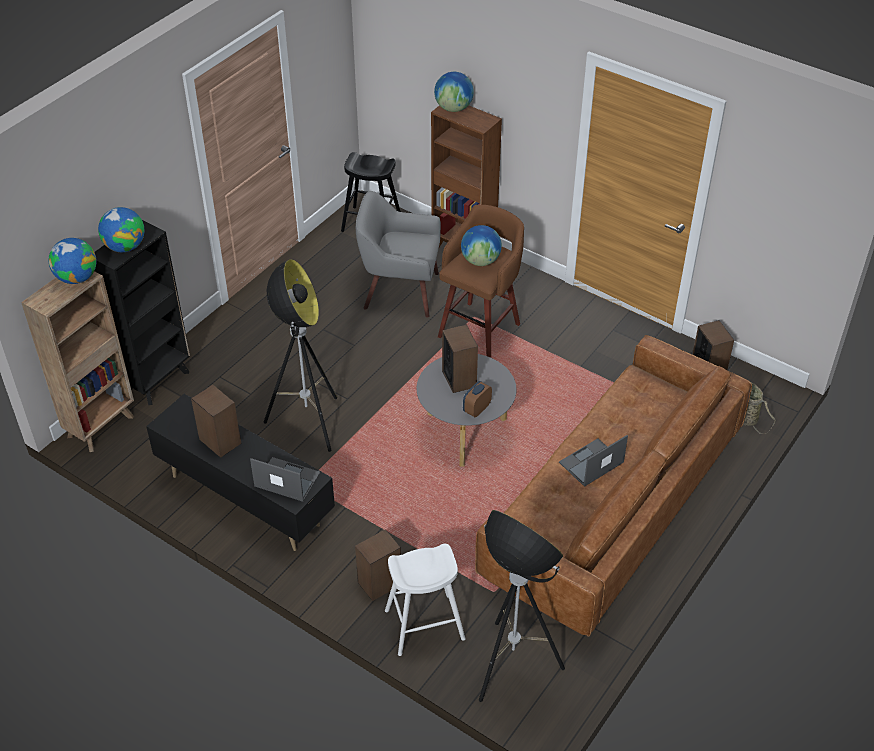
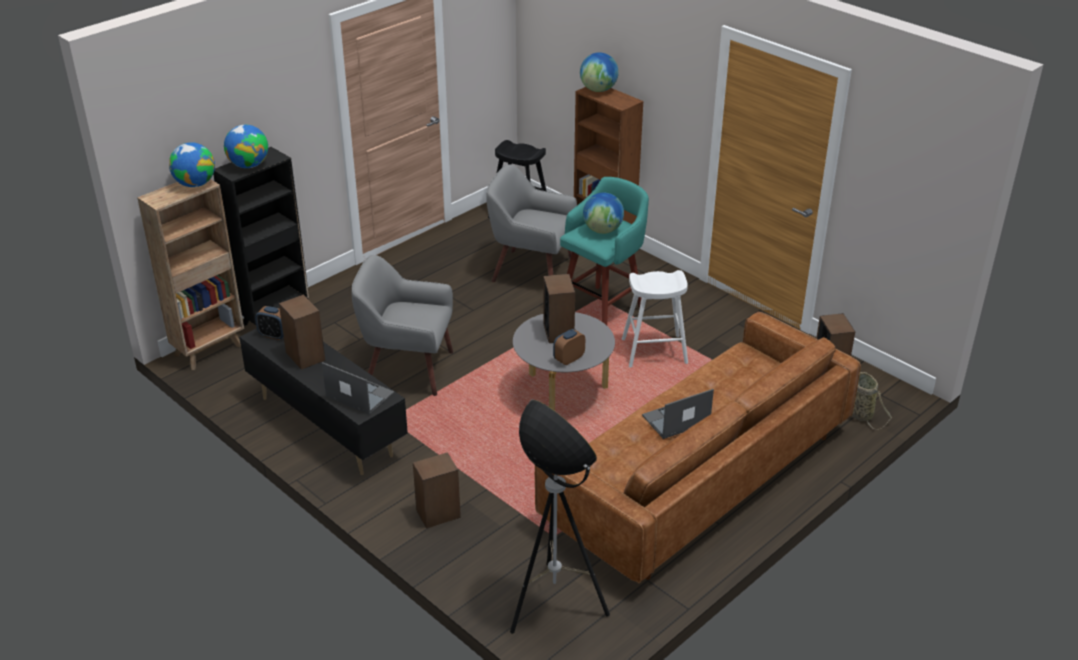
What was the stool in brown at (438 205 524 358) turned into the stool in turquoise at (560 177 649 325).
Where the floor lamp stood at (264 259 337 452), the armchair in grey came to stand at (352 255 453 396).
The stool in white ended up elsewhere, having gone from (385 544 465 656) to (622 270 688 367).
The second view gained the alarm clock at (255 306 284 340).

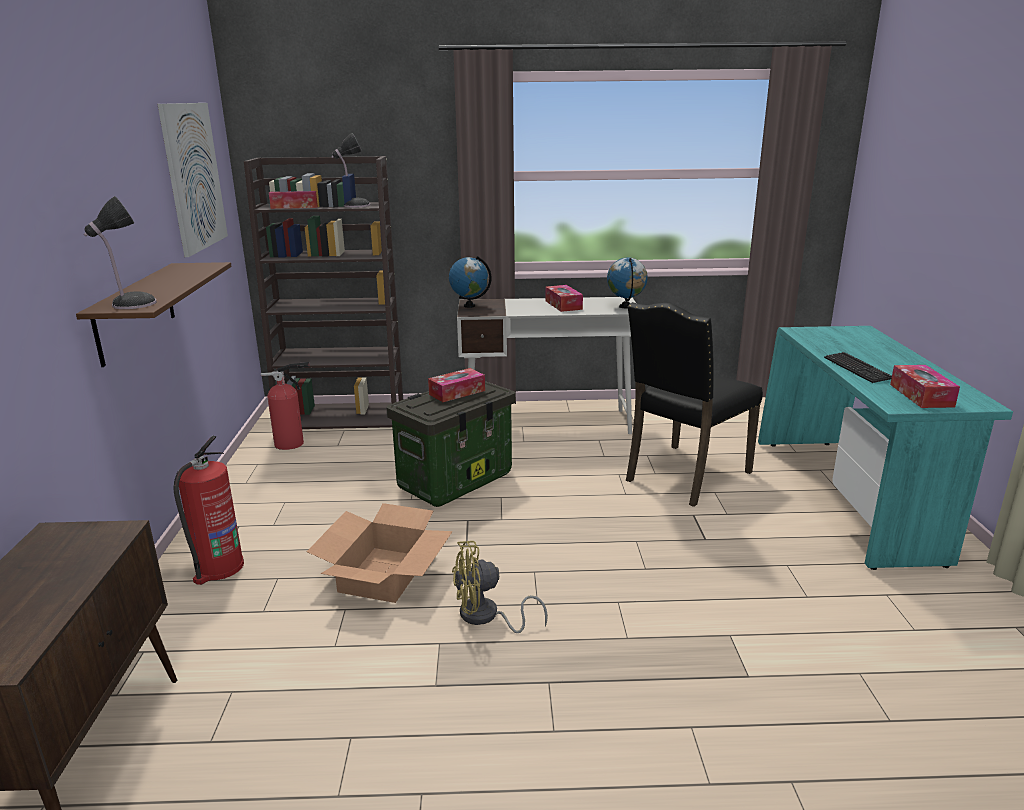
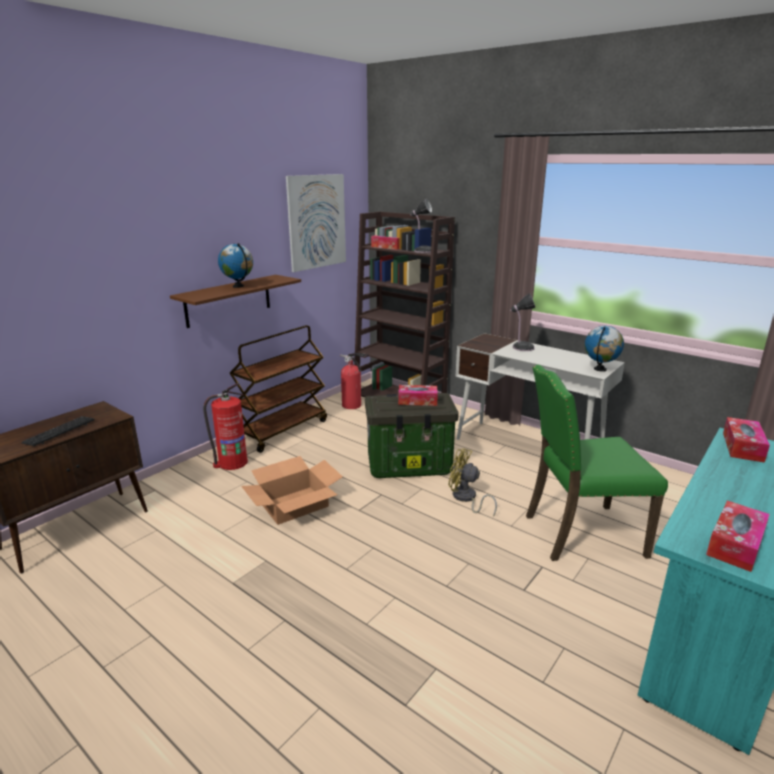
The table lamp ended up elsewhere, having gone from (84 196 157 309) to (510 293 535 351).
The globe ended up elsewhere, having gone from (449 256 491 308) to (218 243 253 288).
The tissue box ended up elsewhere, having gone from (545 285 583 312) to (723 417 770 463).
What was the chair in black at (626 302 763 507) turned into the chair in green at (526 365 668 561).
The keyboard ended up elsewhere, having gone from (824 352 892 383) to (21 416 94 446).
The fan in yellow ended up elsewhere, having gone from (452 541 548 633) to (449 448 497 517).
The second view gained the cart in brown at (230 325 327 453).

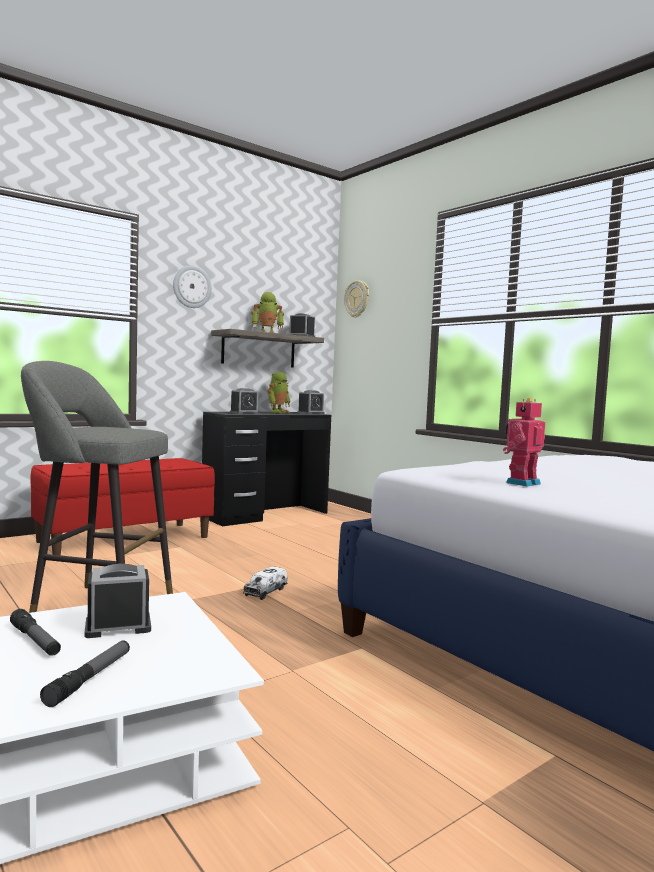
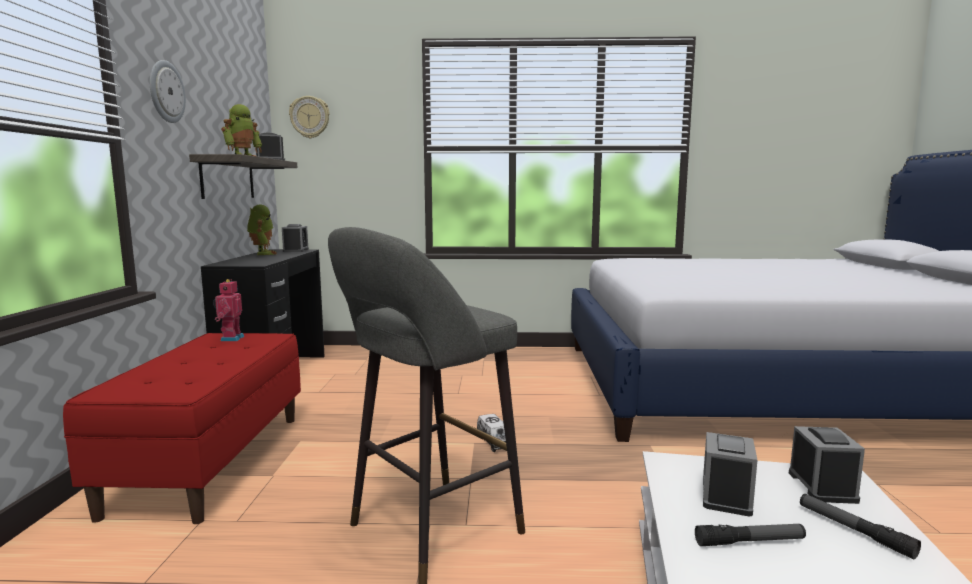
The alarm clock ended up elsewhere, having gone from (230 388 259 414) to (789 426 865 504).
The toy robot ended up elsewhere, having gone from (503 398 545 487) to (213 279 244 341).

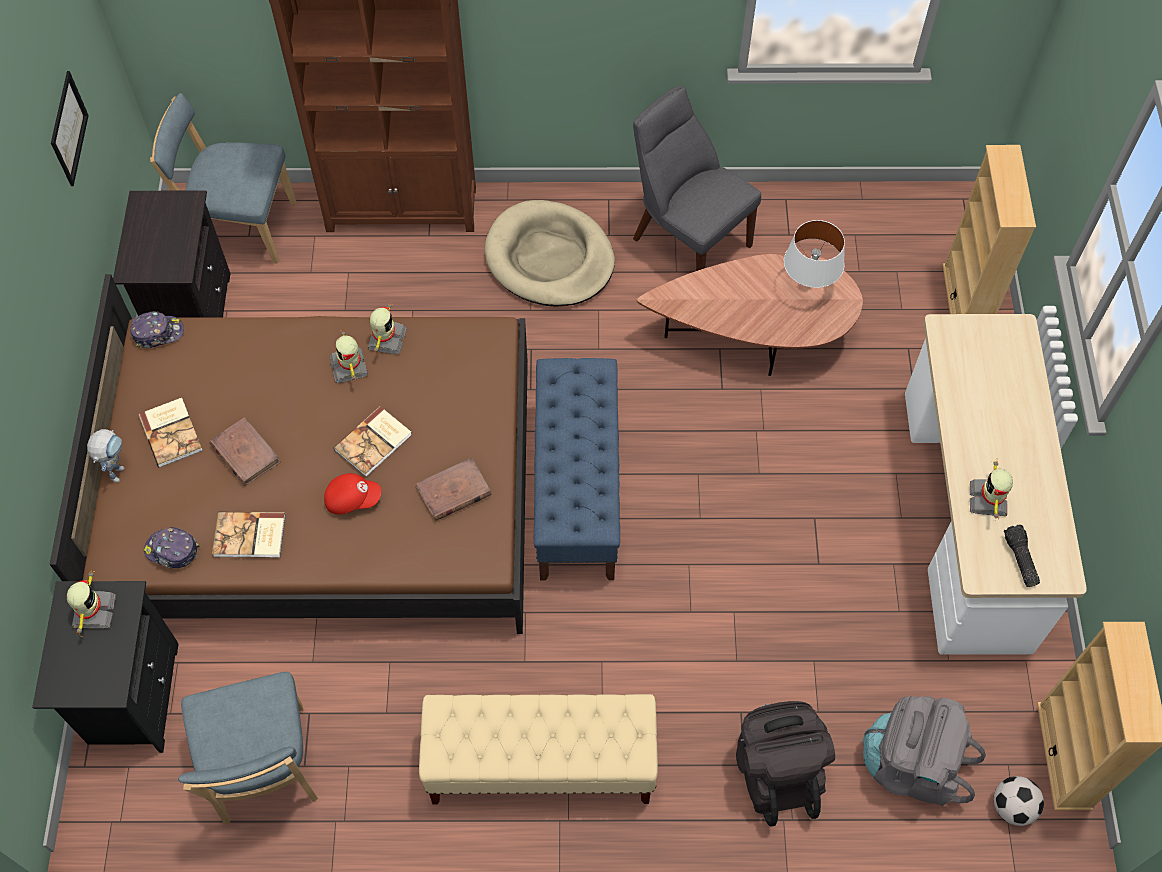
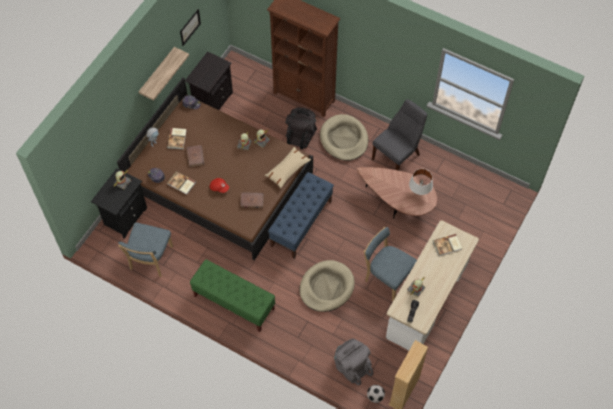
The chair in grey at (633 85 762 271) ended up facing another way, 60 degrees clockwise from before.
The chair in blue ended up elsewhere, having gone from (150 93 296 264) to (364 227 417 301).
The second view lost the bookcase in beige at (943 145 1036 314).
The book ended up elsewhere, having gone from (334 406 412 477) to (433 234 462 256).
What was the bench in beige at (419 694 658 804) turned into the bench in green at (190 259 275 332).
The backpack in black ended up elsewhere, having gone from (736 701 835 827) to (286 107 317 149).
The second view gained the shelf at (138 47 189 101).
The second view gained the pillow in beige at (265 147 311 189).
The second view gained the dog bed in beige at (299 260 355 312).

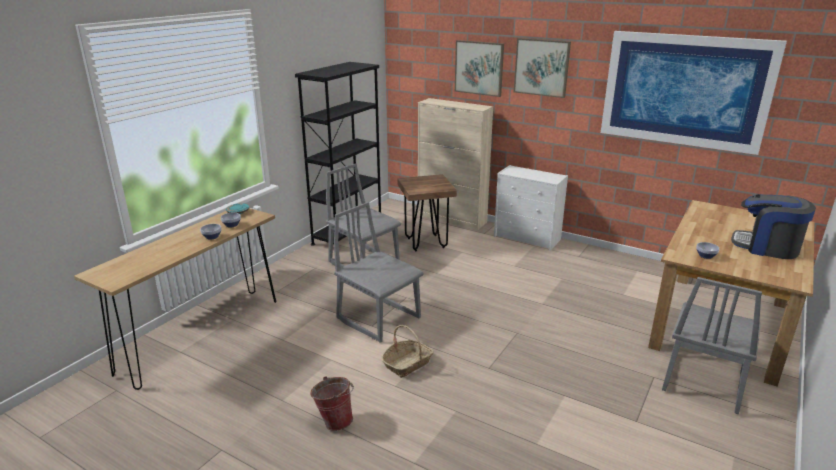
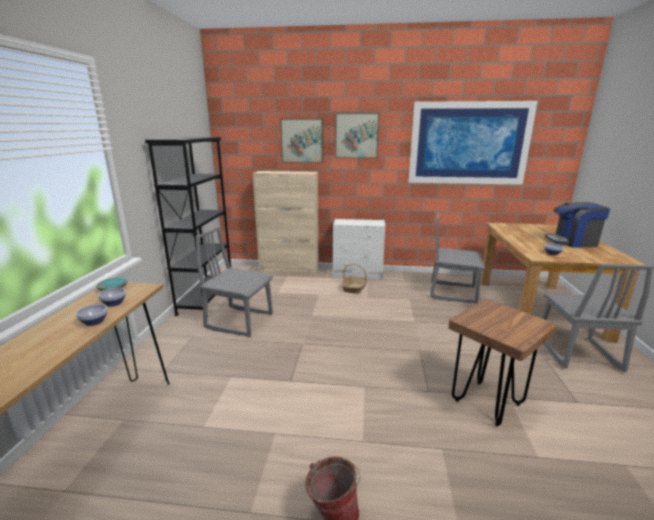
The stool in brown ended up elsewhere, having gone from (398 174 457 251) to (448 299 557 426).
The chair in grey ended up elsewhere, having gone from (334 202 423 343) to (430 212 485 304).
The basket ended up elsewhere, having gone from (381 325 434 378) to (341 264 368 294).

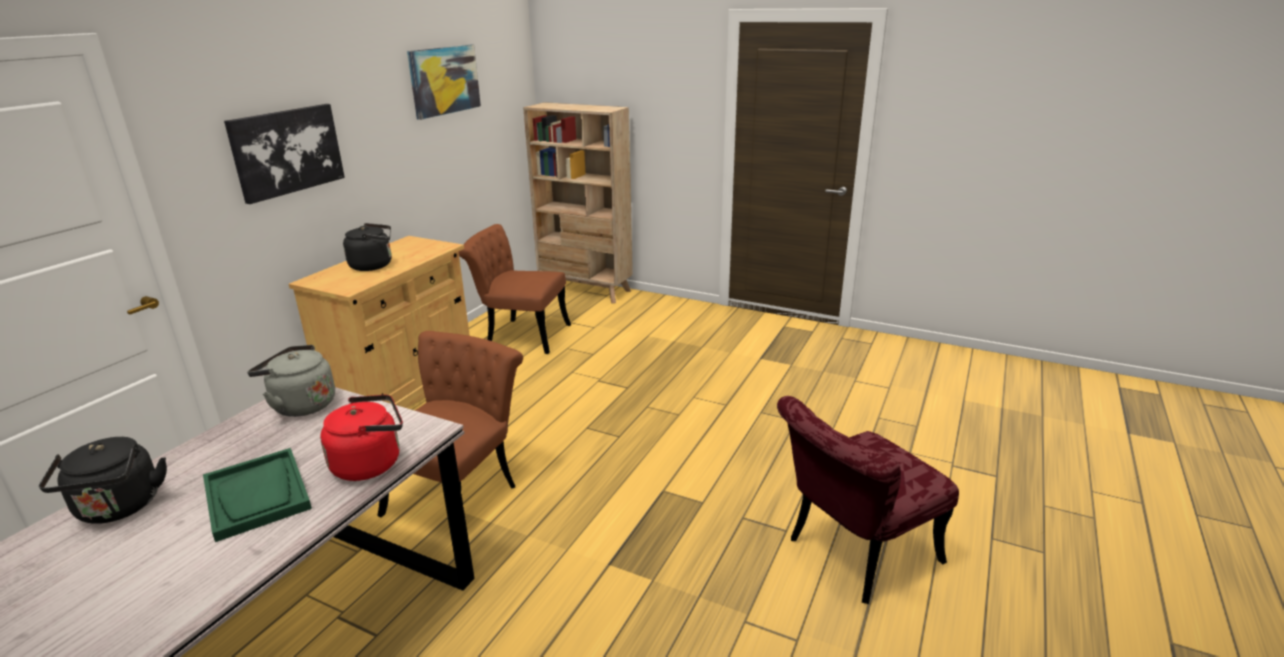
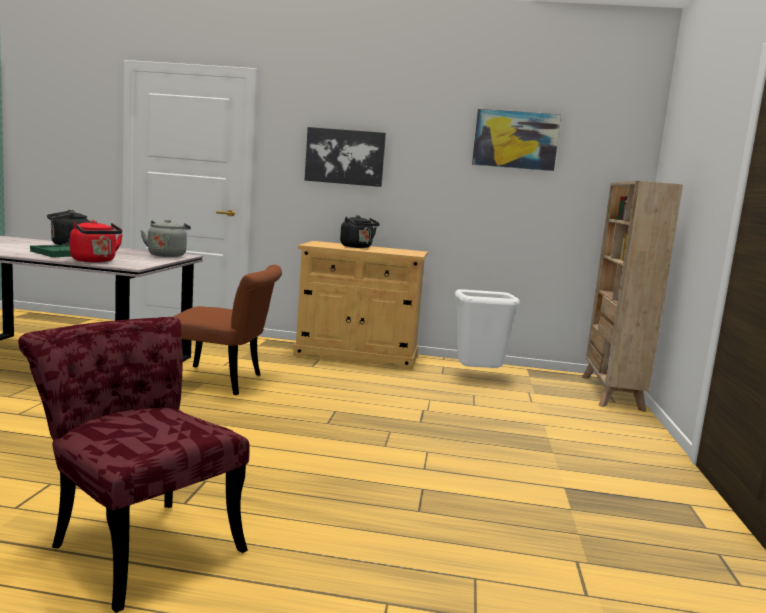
Where the chair in brown stood at (459 224 571 354), the trash can in white came to stand at (455 289 520 368).

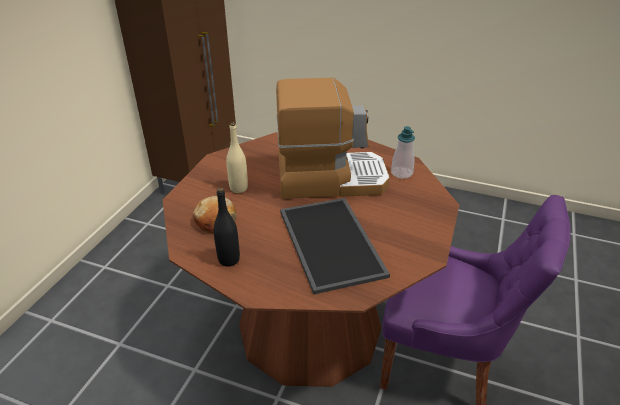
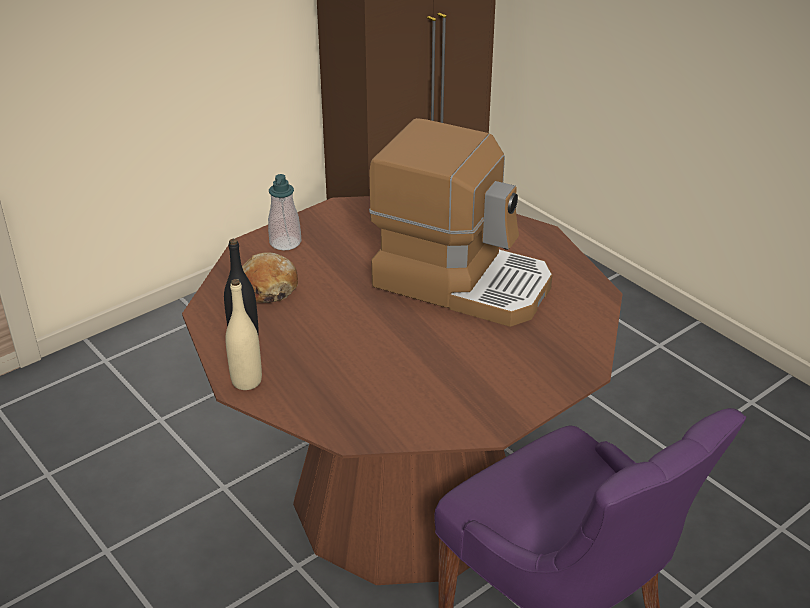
The bottle in beige ended up elsewhere, having gone from (226 123 248 193) to (225 279 262 390).
The soap dispenser ended up elsewhere, having gone from (391 126 415 179) to (268 174 301 251).
The second view lost the tray at (280 198 390 294).

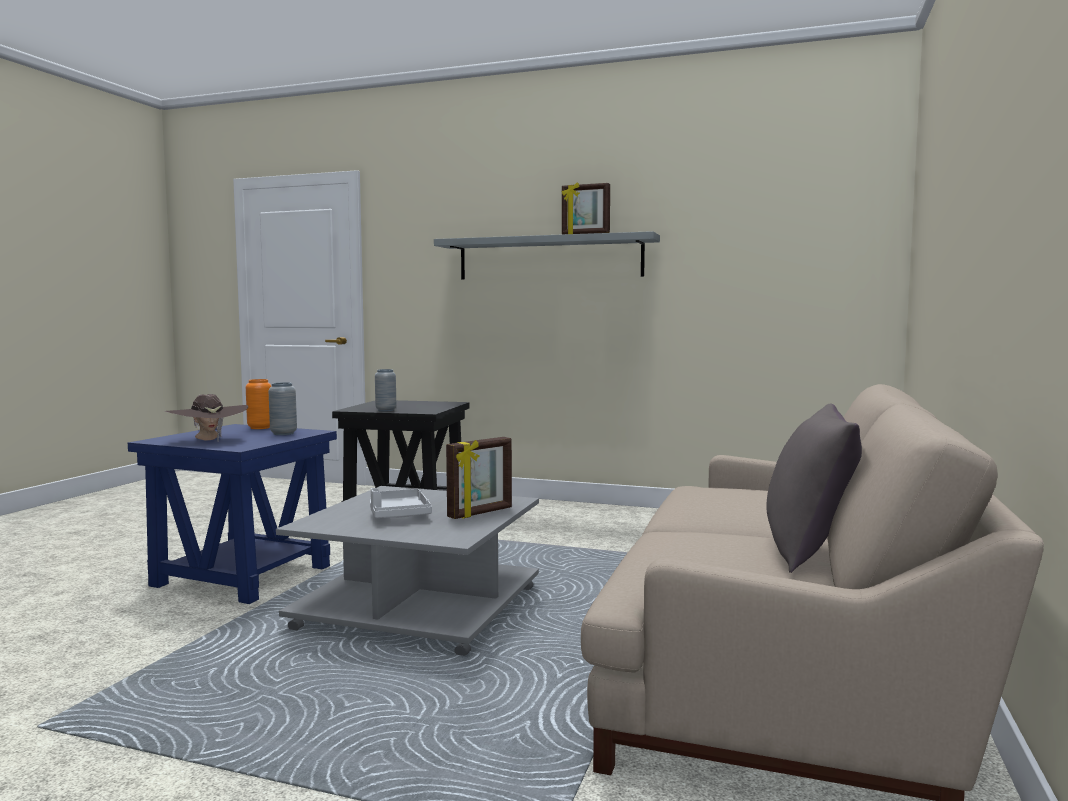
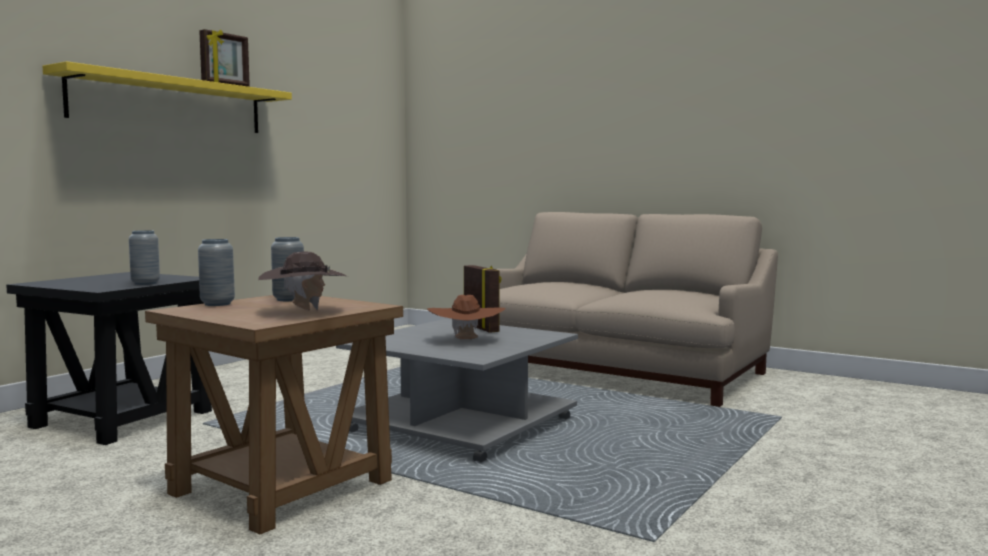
What was the shelf in grey at (434 231 660 280) turned into the shelf in yellow at (42 61 292 133).
What was the vase in orange at (246 379 272 429) turned into the vase in grey at (198 239 235 306).
The second view lost the pillow in grey at (767 403 862 573).
What was the side table in blue at (128 424 337 604) turned into the side table in brown at (145 295 403 534).
Where the tray in grey stood at (370 488 432 518), the hat in brown came to stand at (427 295 506 339).

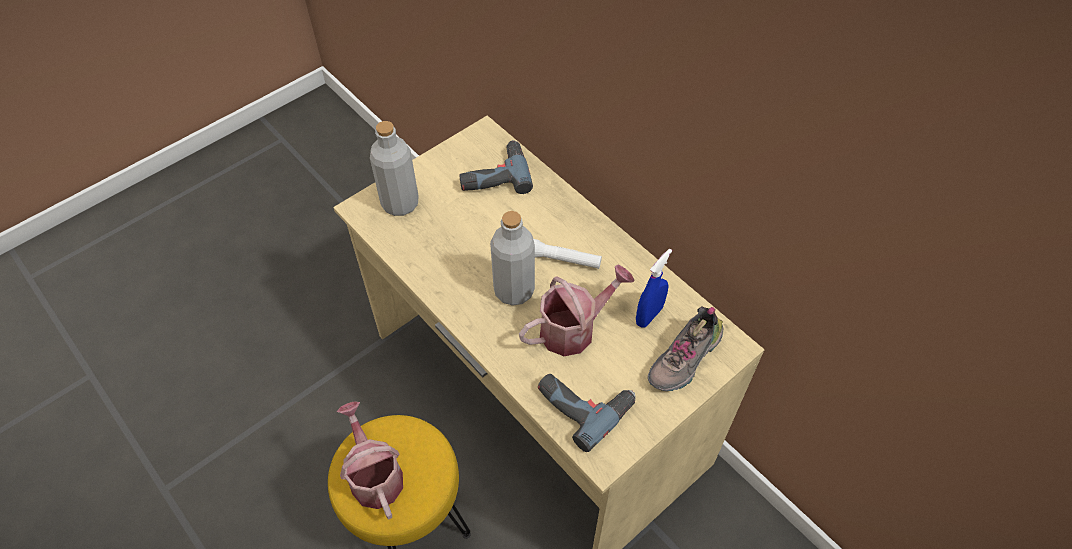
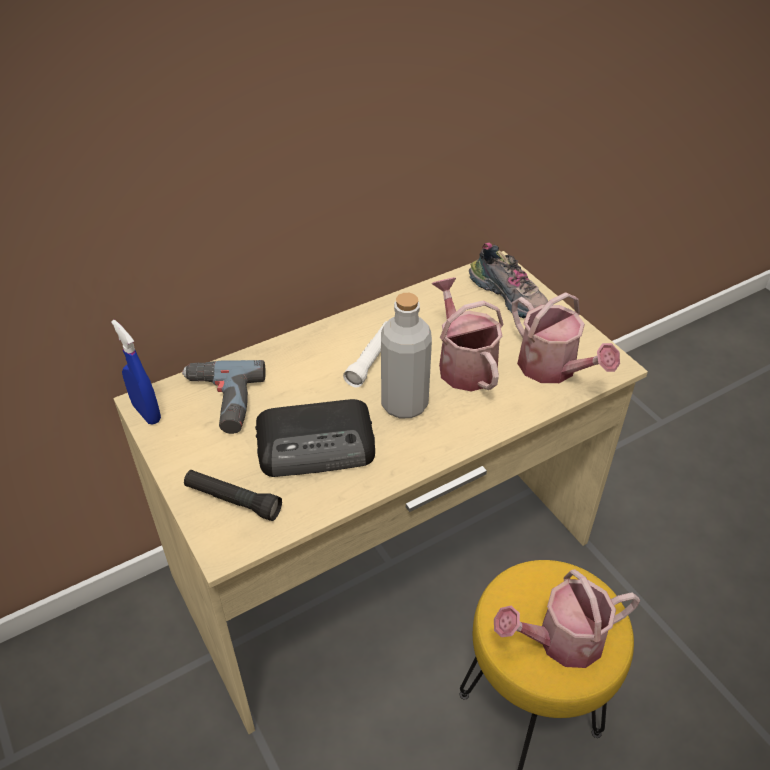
Where the bottle in grey stood at (370 121 419 216), the flashlight in black came to stand at (184 470 282 521).
The spray bottle in blue ended up elsewhere, having gone from (636 249 672 327) to (111 320 161 425).
Where the power drill stood at (538 374 636 452), the watering can came to stand at (512 292 620 383).
The second view gained the radio at (255 399 375 477).

